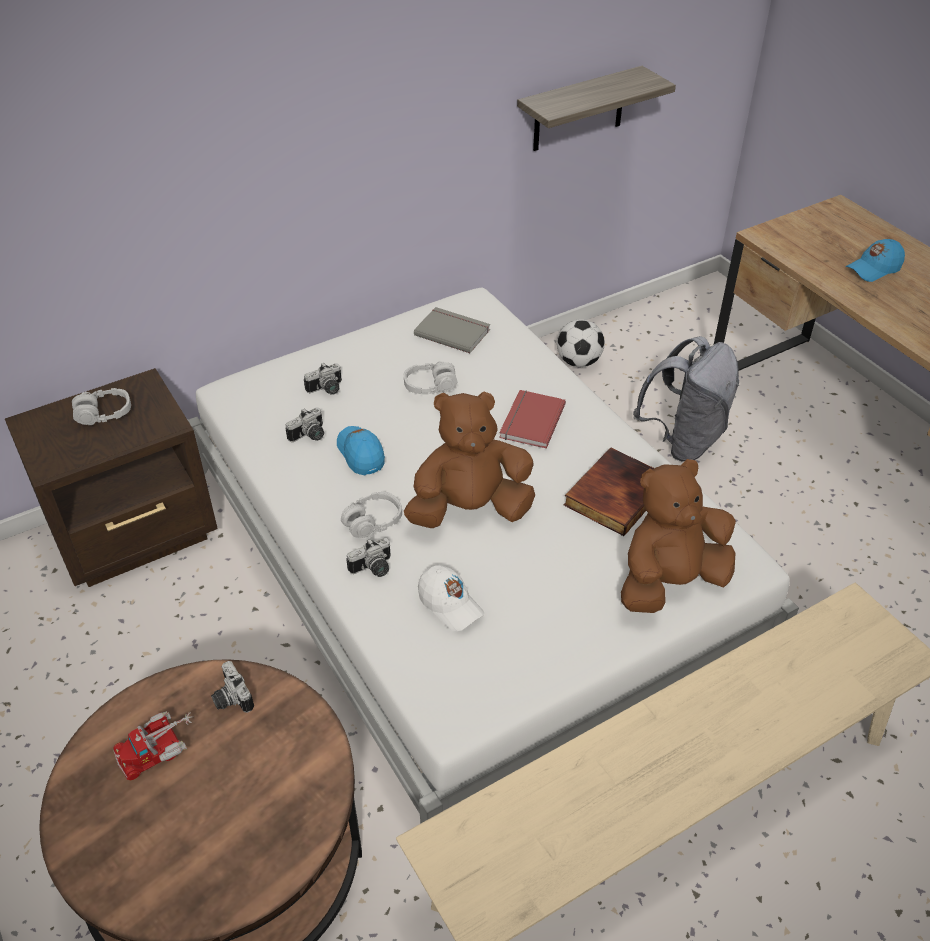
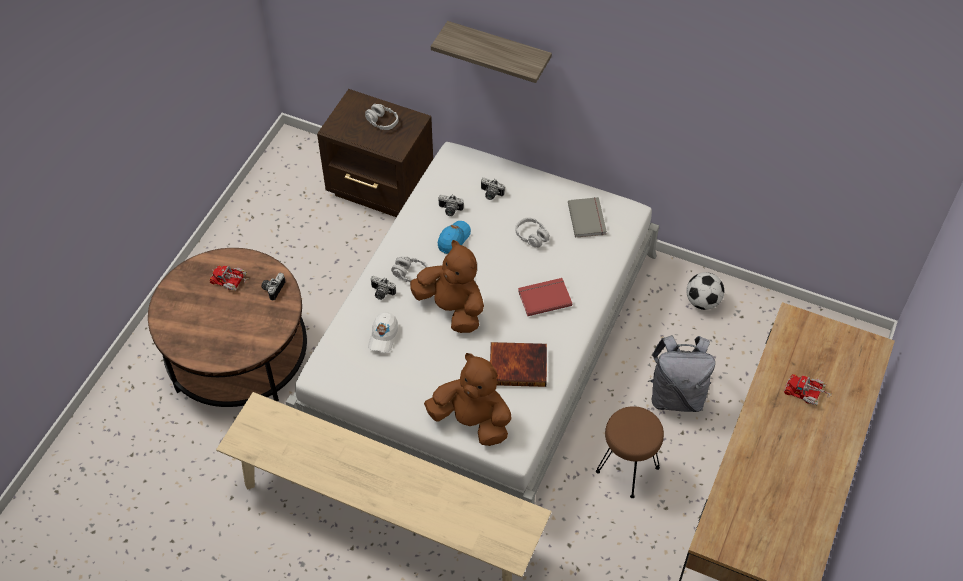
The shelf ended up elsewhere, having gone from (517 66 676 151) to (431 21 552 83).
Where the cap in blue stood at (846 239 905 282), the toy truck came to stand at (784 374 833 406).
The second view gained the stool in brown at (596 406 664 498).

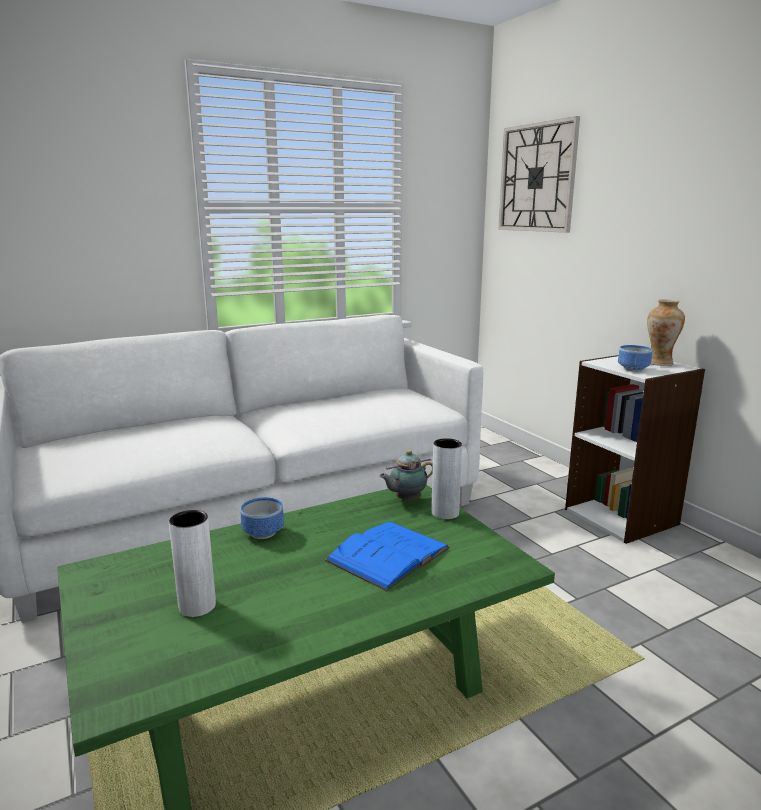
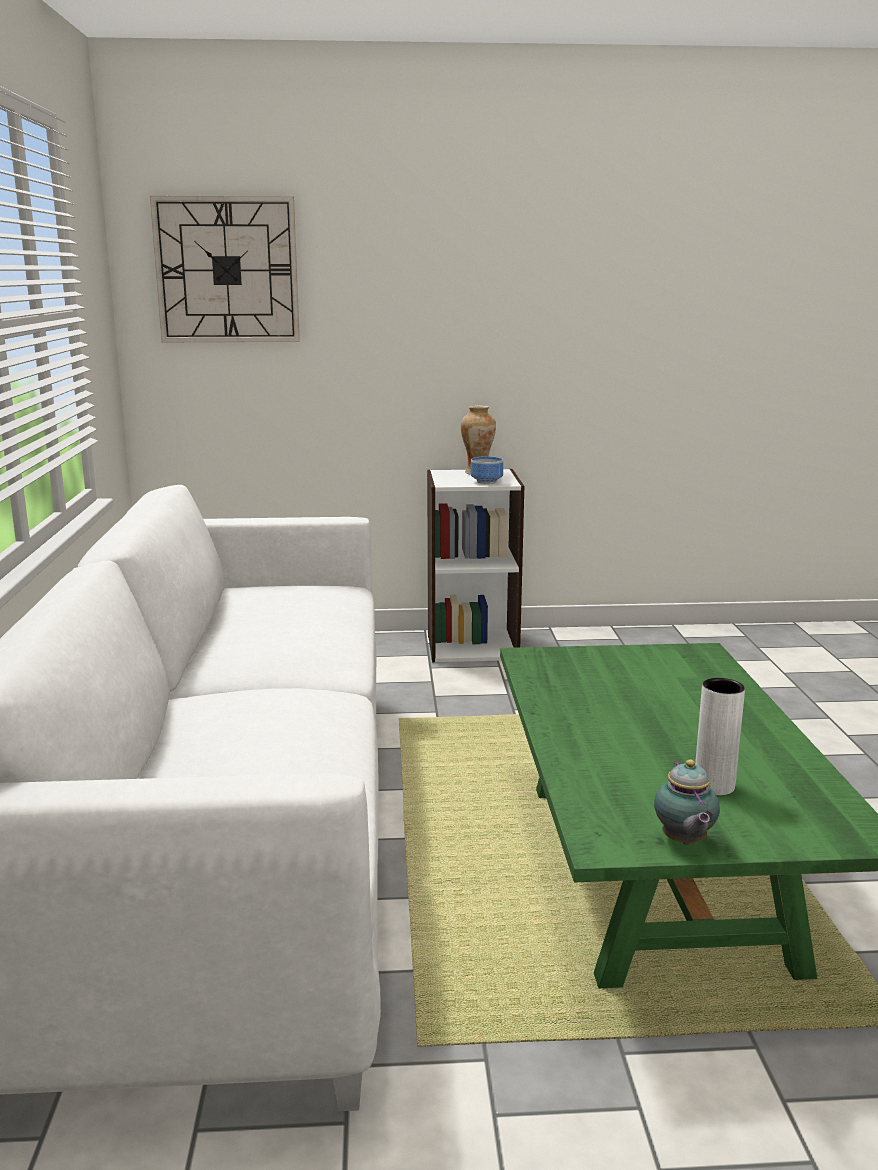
The second view lost the vase in grey at (431 438 462 519).
The teapot ended up elsewhere, having gone from (379 450 433 501) to (654 759 720 845).
The second view lost the bowl at (240 497 284 539).
The second view lost the book in blue at (325 522 450 591).

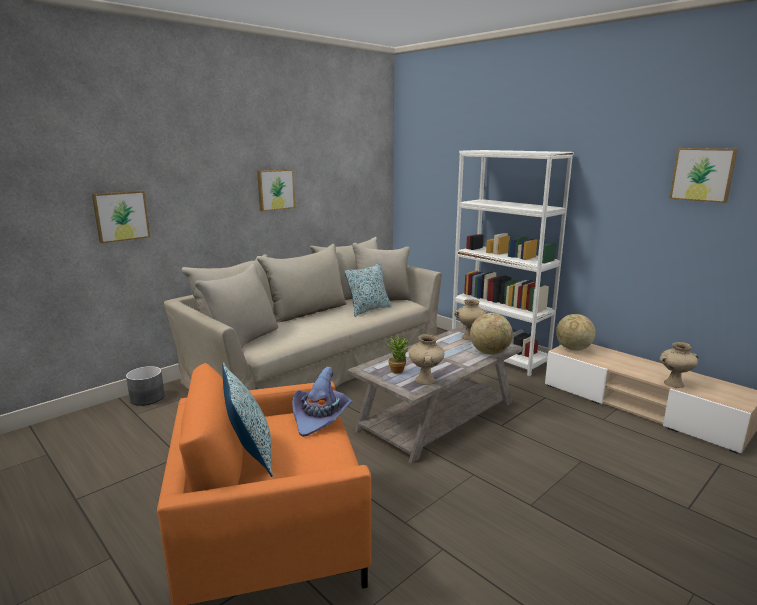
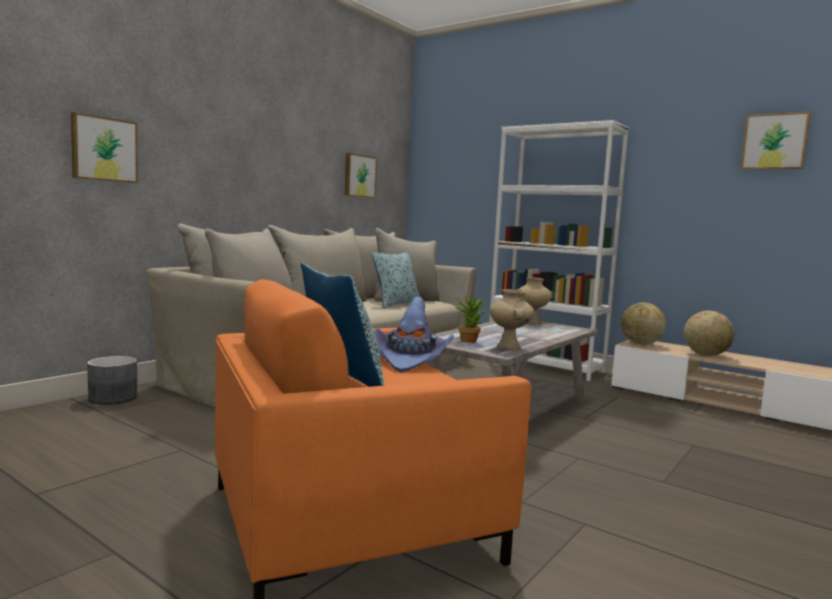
The picture ended up elsewhere, having gone from (257 169 295 211) to (345 153 377 198).
The globe ended up elsewhere, having gone from (470 313 513 355) to (684 311 735 356).
The second view lost the vase in beige at (659 342 698 388).

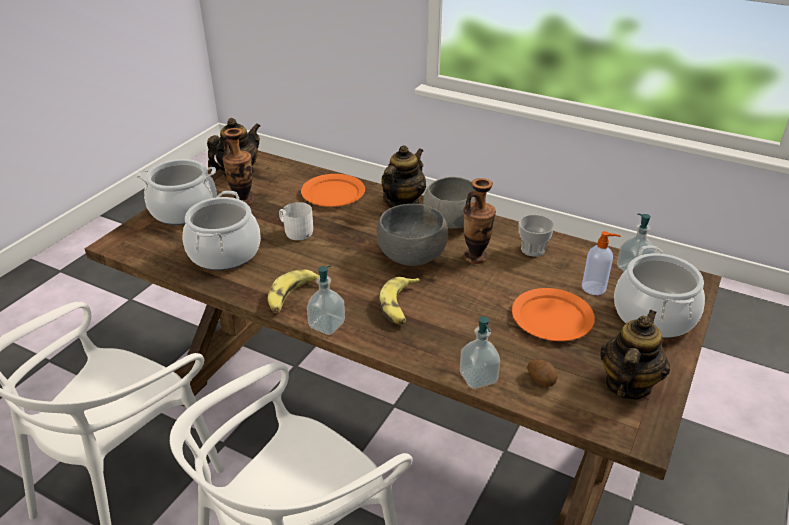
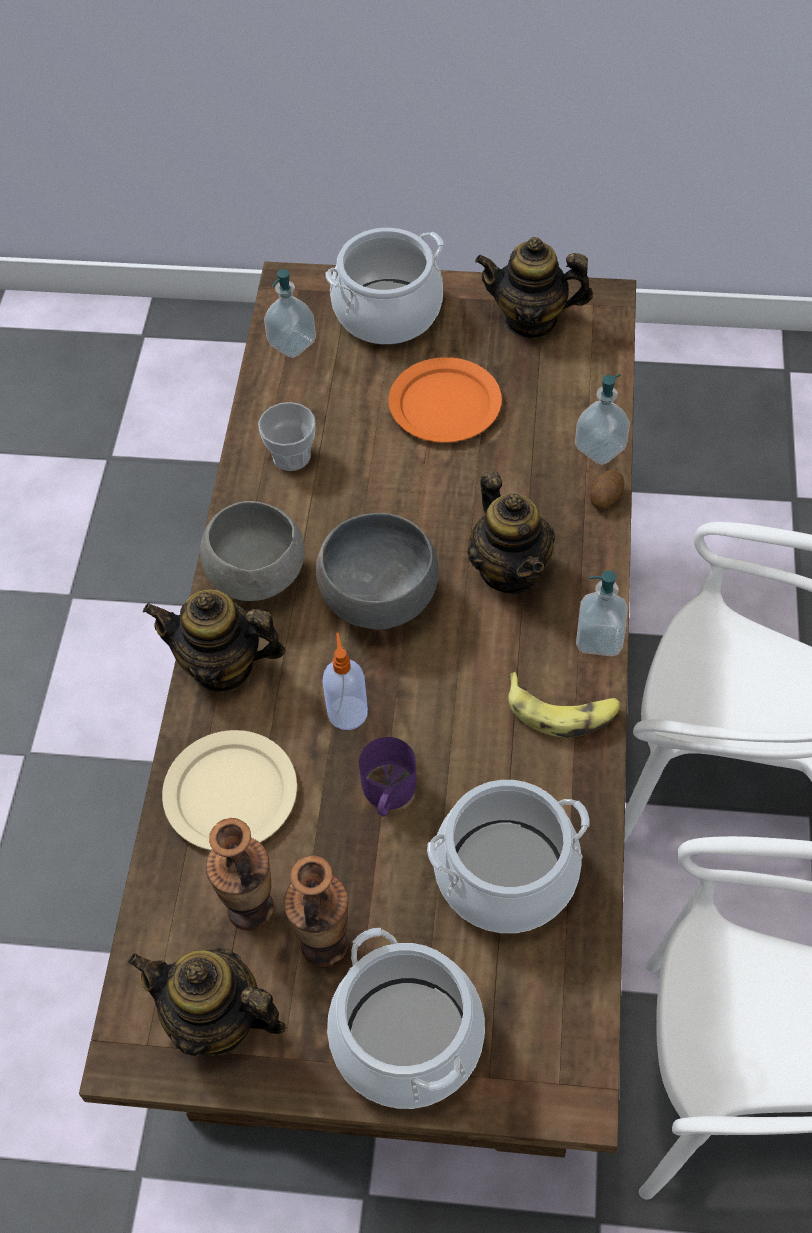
What was the plate in orange at (301 174 365 207) turned into the plate in beige at (162 730 297 850).
The vase ended up elsewhere, having gone from (463 178 496 264) to (206 818 274 931).
What was the mug in white at (279 202 313 240) turned into the mug in purple at (359 737 417 816).
The soap dispenser ended up elsewhere, having gone from (582 231 621 295) to (323 632 368 730).
Where the banana stood at (380 277 420 325), the teapot came to stand at (468 471 555 594).
The potato ended up elsewhere, having gone from (527 359 557 387) to (590 470 624 509).

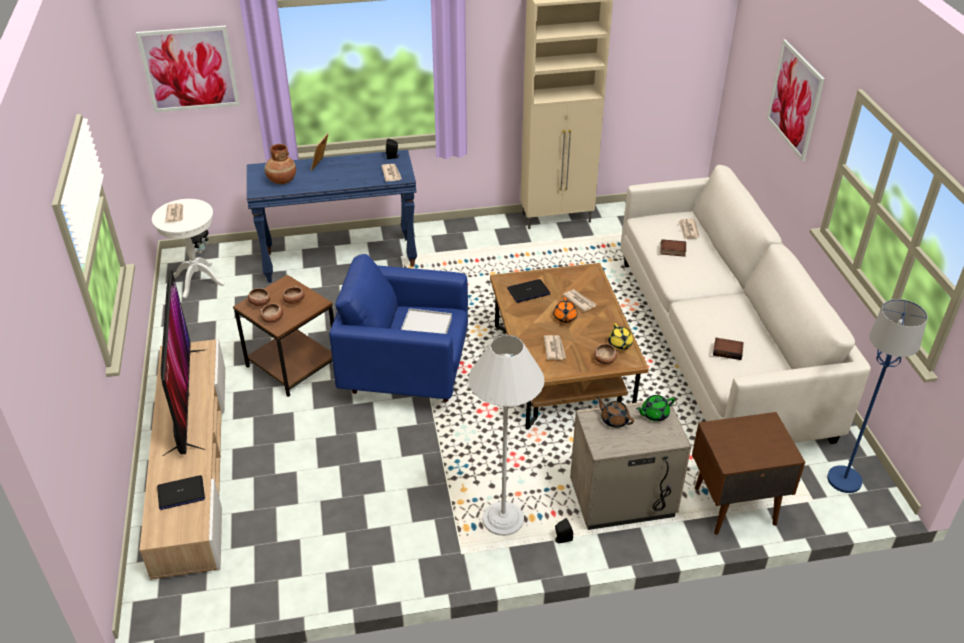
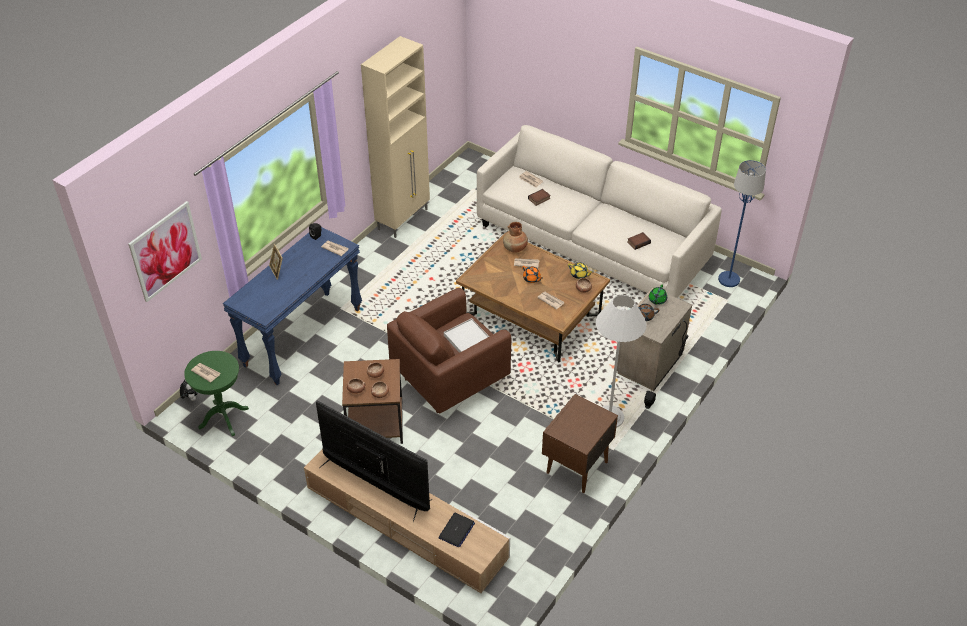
The second view lost the picture at (767 39 825 161).
The vase in brown ended up elsewhere, having gone from (265 144 296 184) to (503 222 528 253).
What was the side table in white at (152 199 225 298) turned into the side table in green at (184 351 249 436).
What was the armchair in blue at (329 254 468 402) turned into the armchair in brown at (387 288 512 413).
The second view lost the laptop at (507 279 550 303).
The nightstand in brown ended up elsewhere, having gone from (692 412 805 535) to (542 394 618 493).

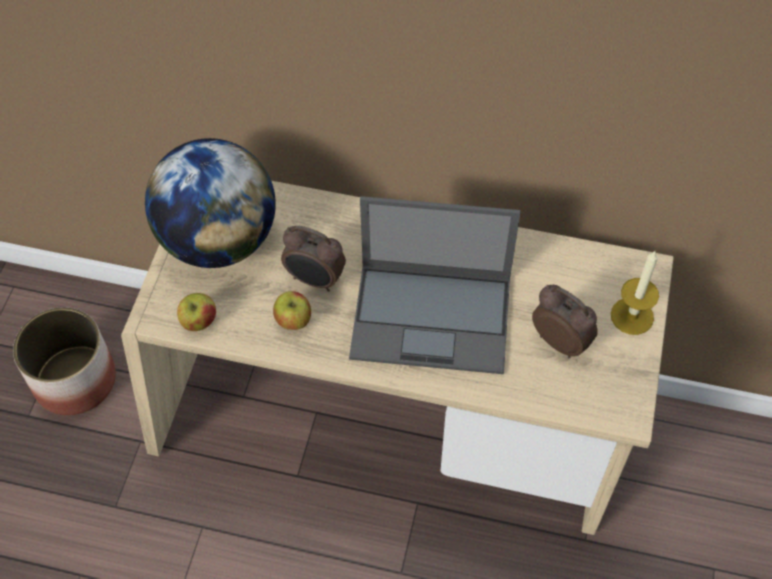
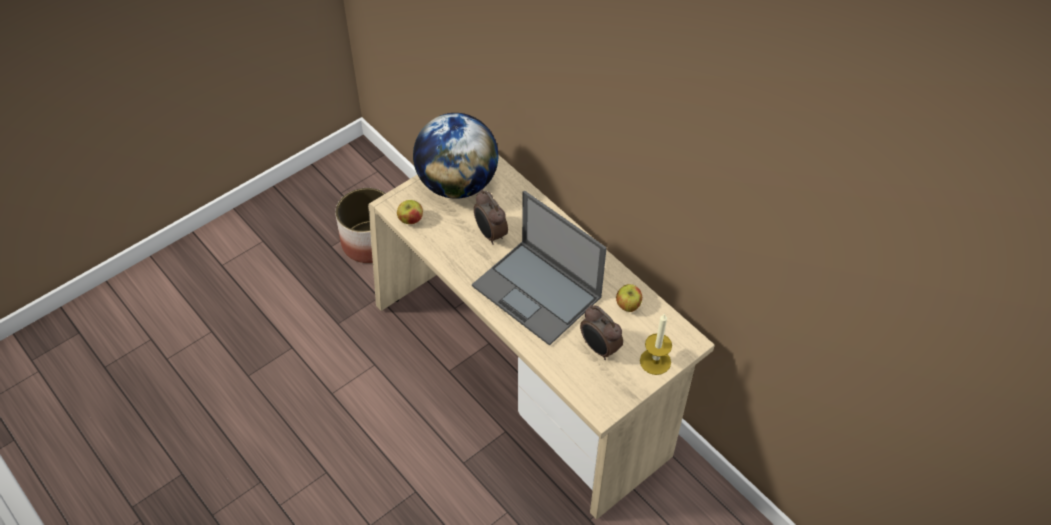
The alarm clock at (532 285 598 358) ended up facing another way, 150 degrees clockwise from before.
The apple ended up elsewhere, having gone from (273 291 311 330) to (616 284 642 312).

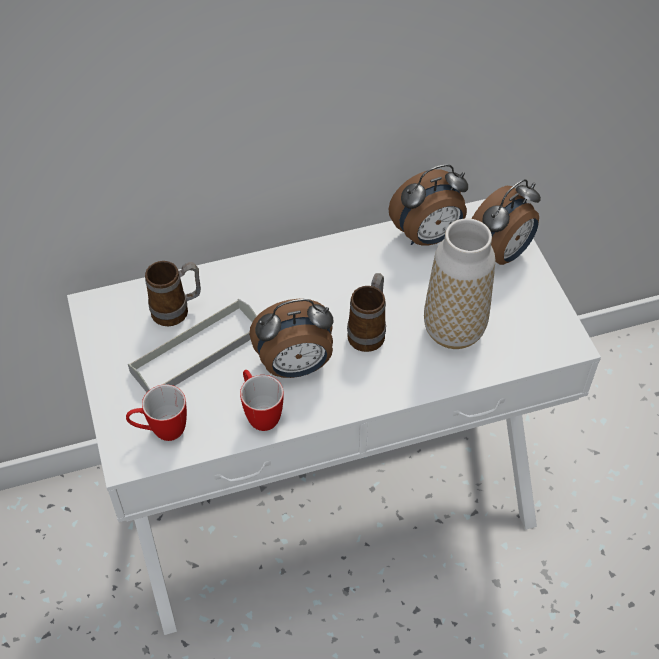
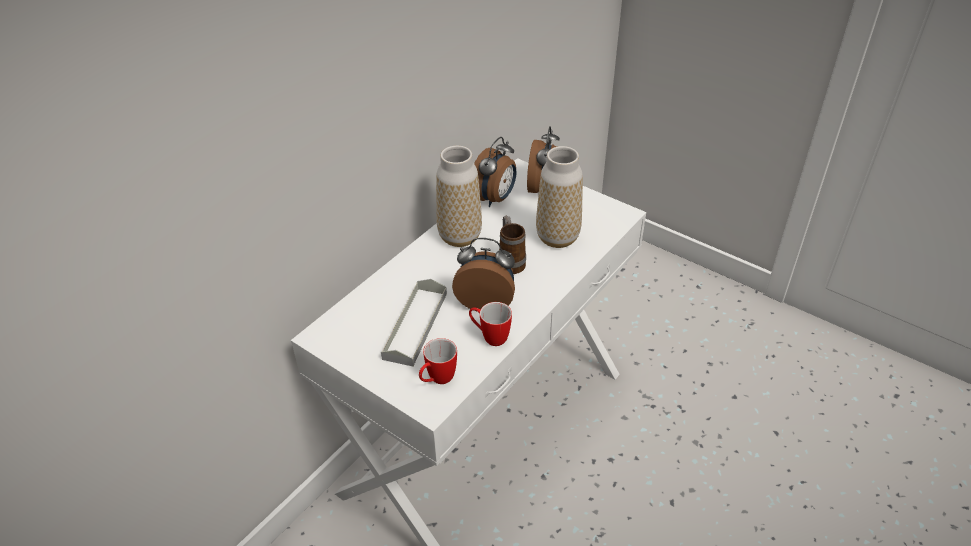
The second view lost the mug at (145 261 201 326).
The alarm clock at (249 299 334 378) ended up facing another way, 120 degrees counterclockwise from before.
The second view gained the vase at (436 146 482 247).

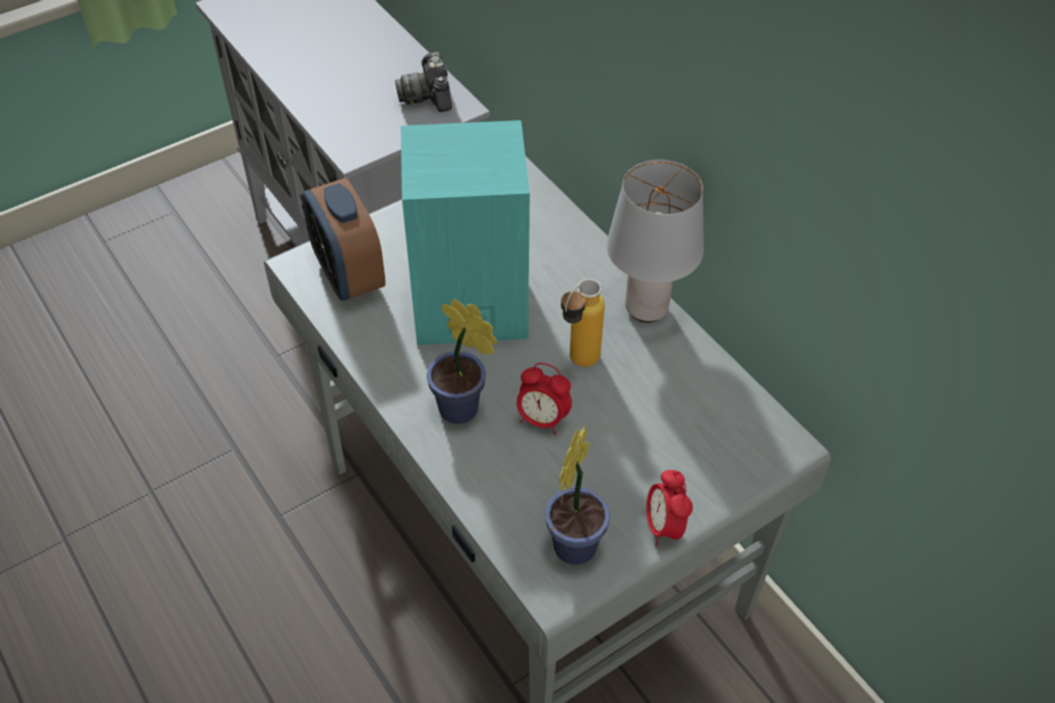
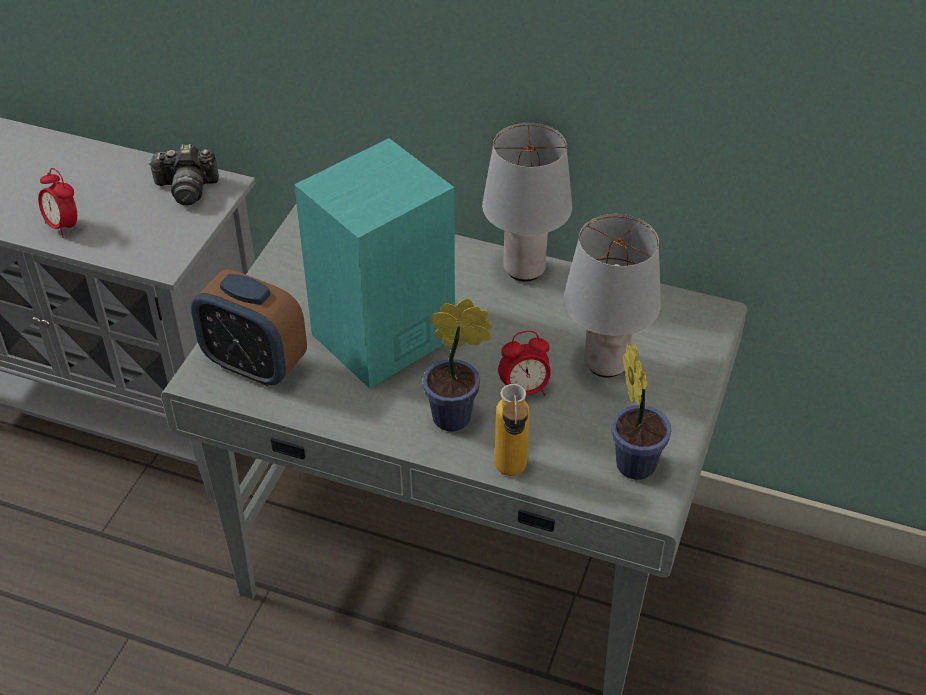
The photo camera at (395 52 452 112) ended up facing another way, 45 degrees counterclockwise from before.
The bottle ended up elsewhere, having gone from (561 279 605 367) to (495 384 530 476).
The alarm clock ended up elsewhere, having gone from (646 470 693 546) to (38 168 77 238).
The second view gained the table lamp in grey at (563 214 661 378).

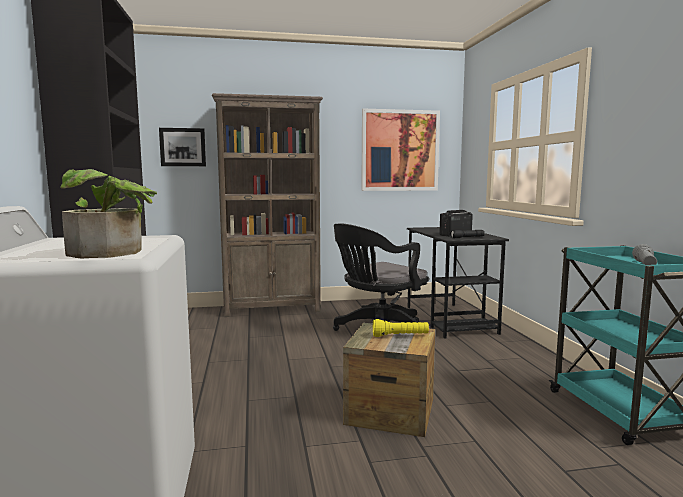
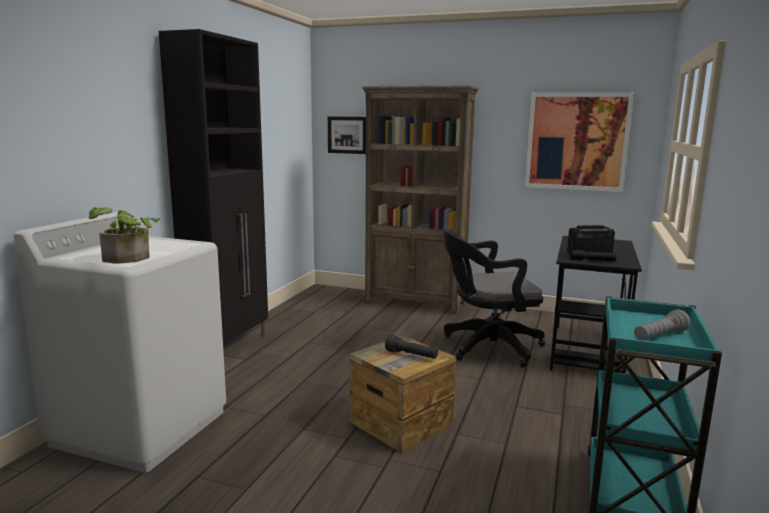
What was the flashlight in yellow at (373 319 429 337) turned into the flashlight in black at (385 335 438 359).

